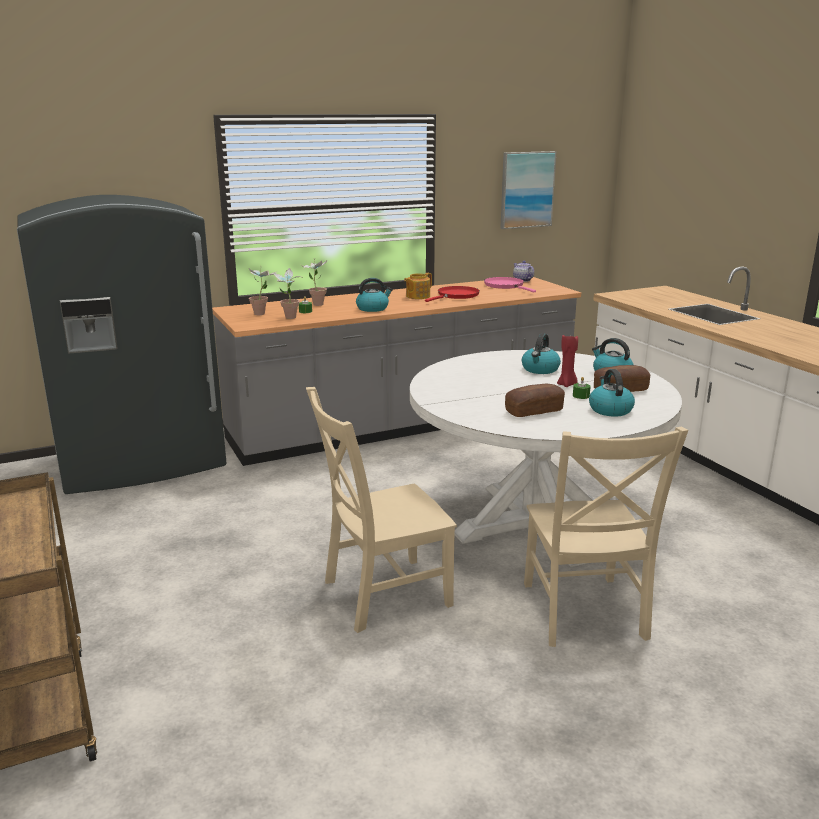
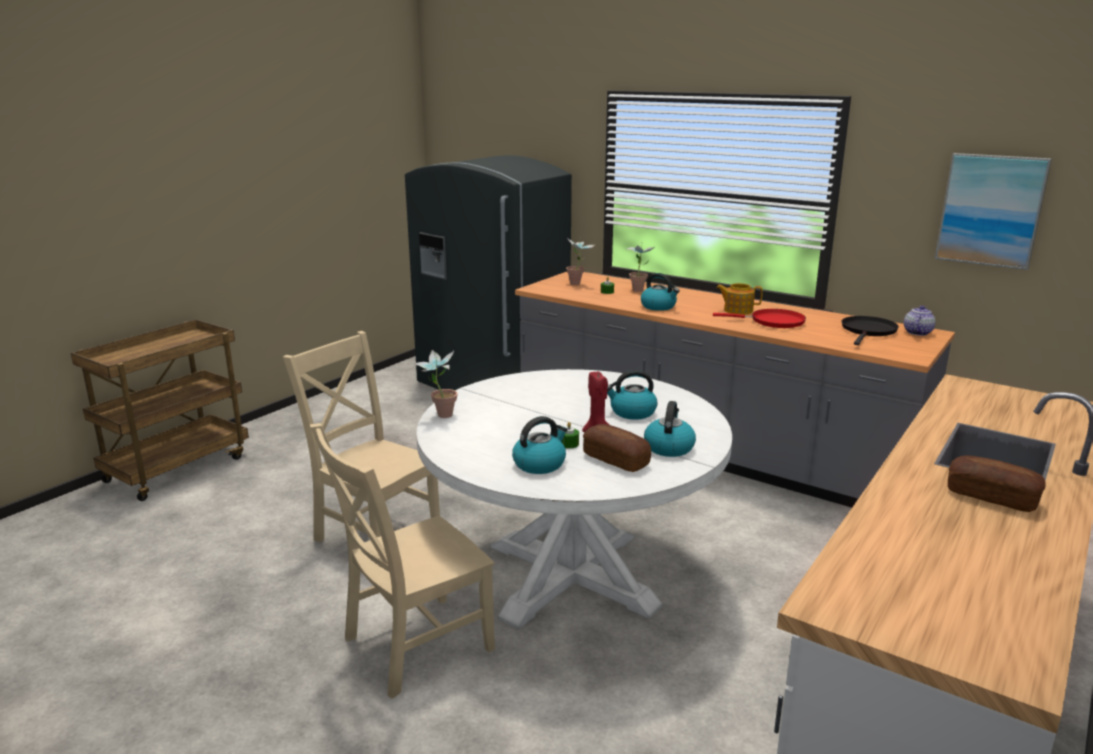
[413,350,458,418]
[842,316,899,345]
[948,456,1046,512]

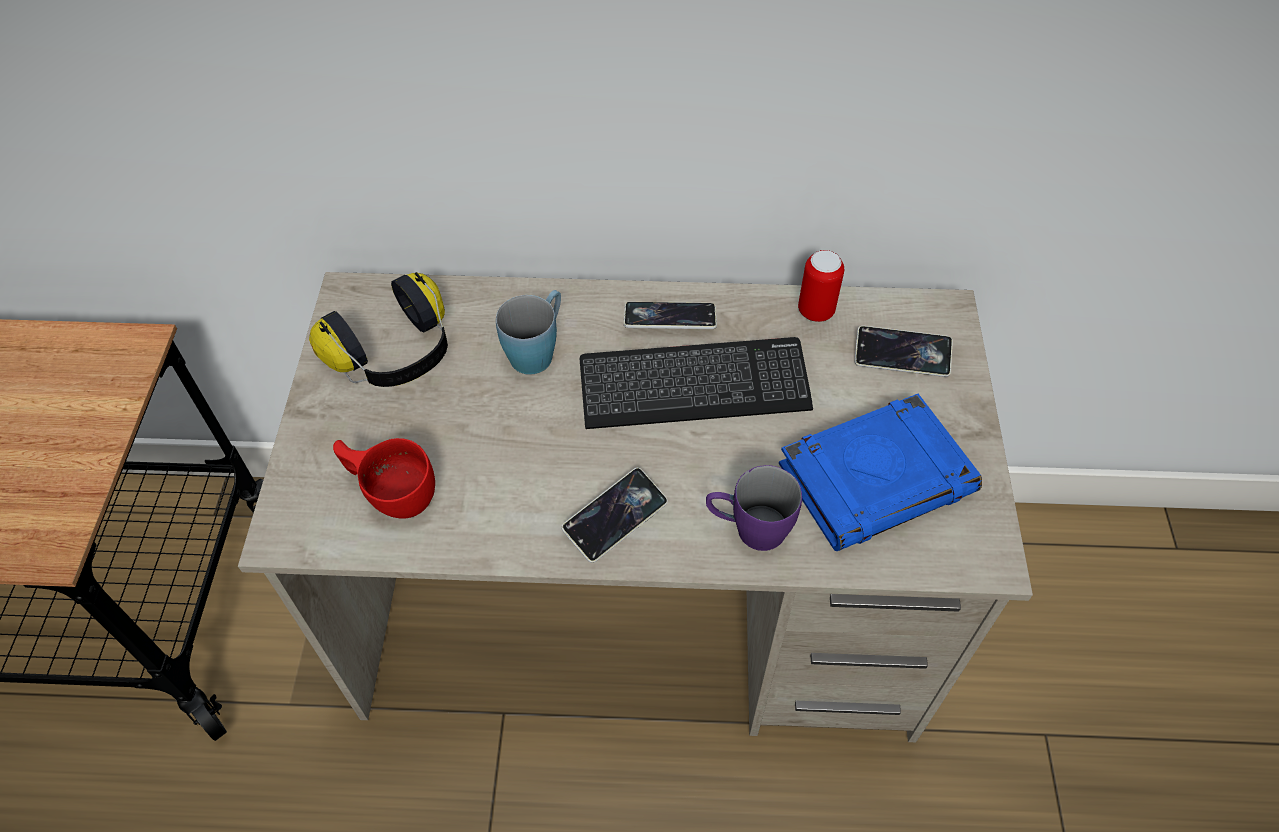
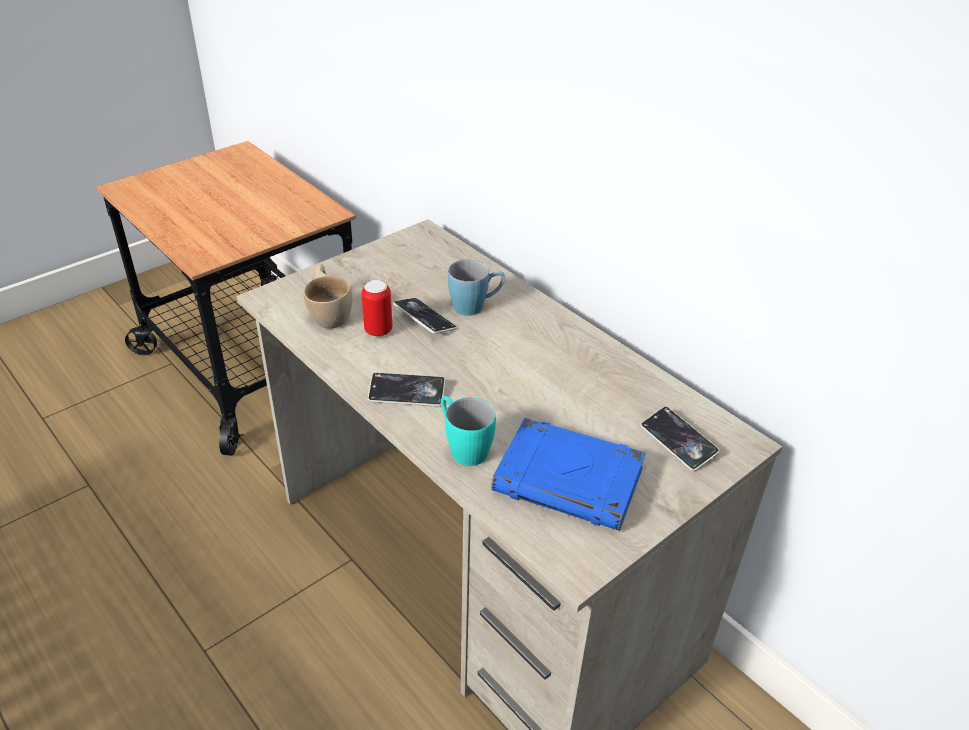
[303,264,352,329]
[362,280,392,337]
[393,298,457,334]
[441,396,496,466]
[309,272,448,387] (first image)
[579,337,813,429] (first image)

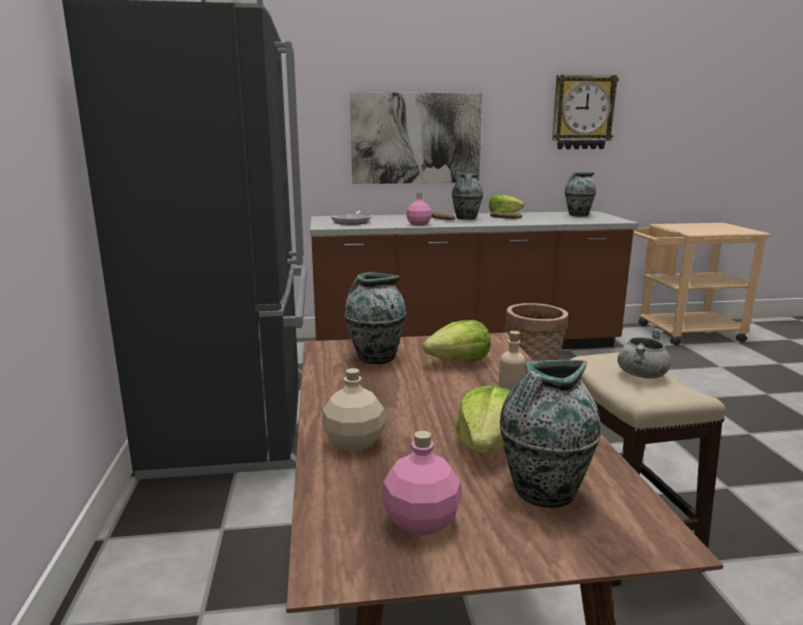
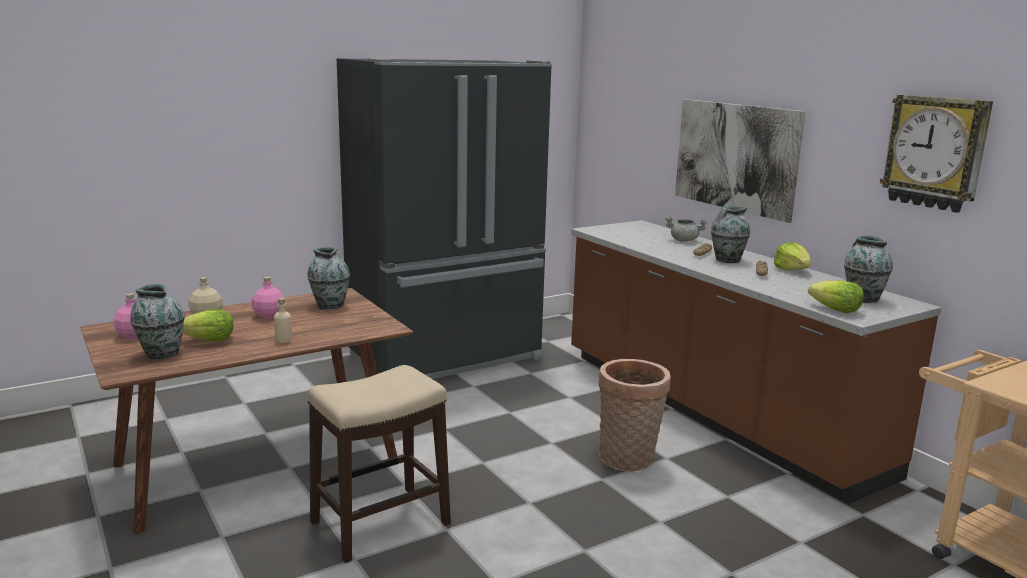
[252,277,286,319]
[665,216,708,242]
[808,280,864,313]
[331,211,372,225] (first image)

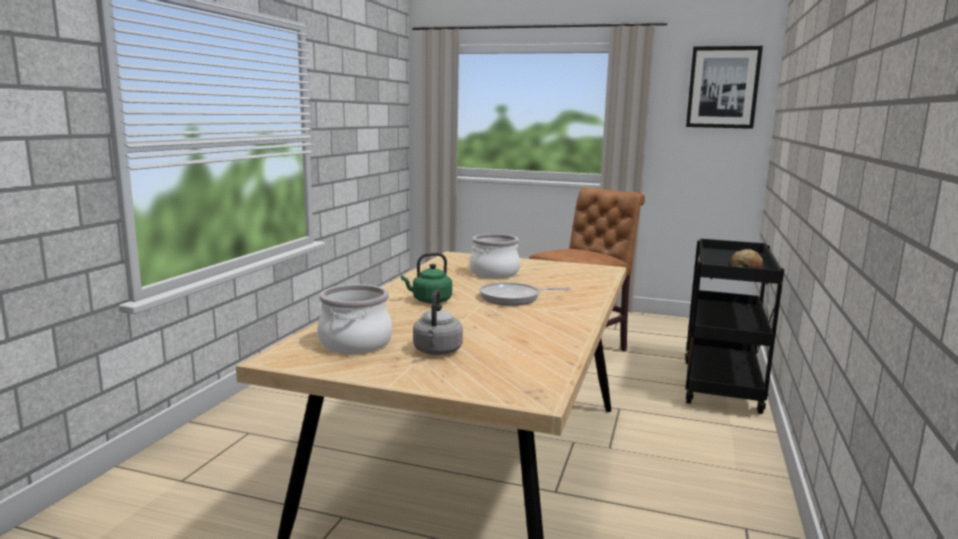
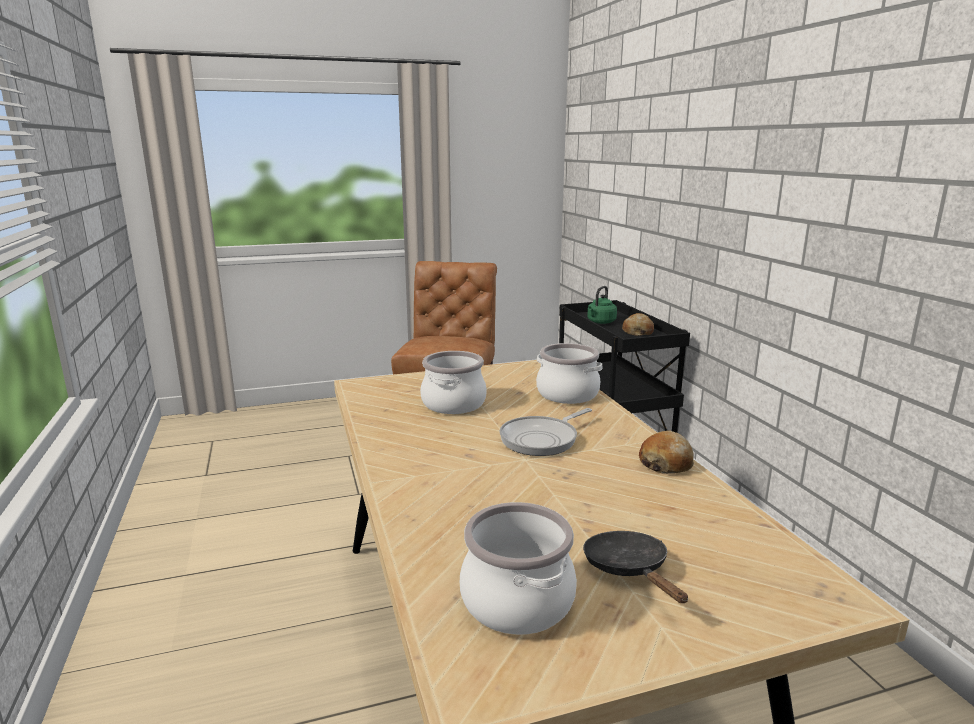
[536,343,602,404]
[583,531,688,603]
[587,286,617,324]
[639,431,694,474]
[686,46,763,129] (first image)

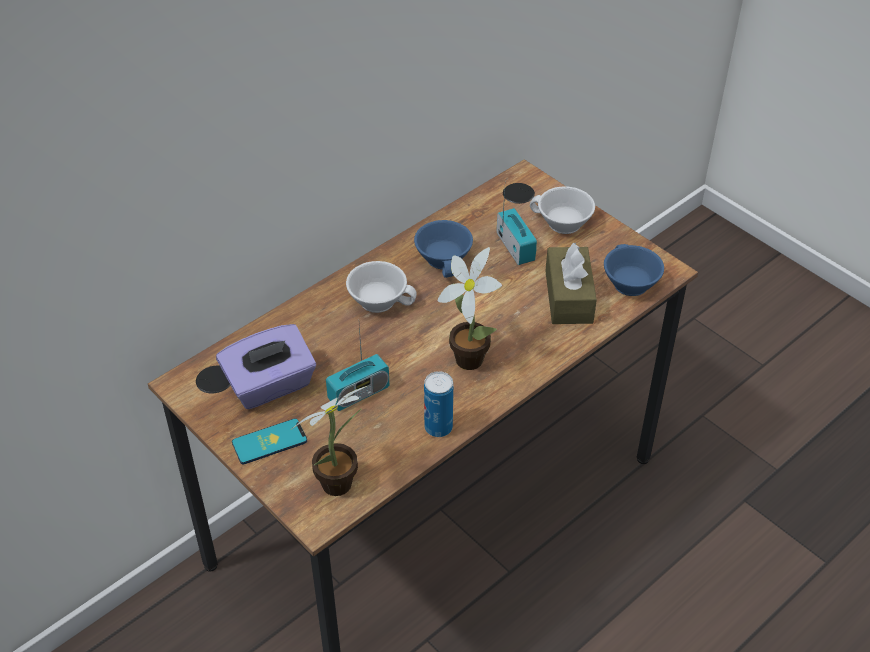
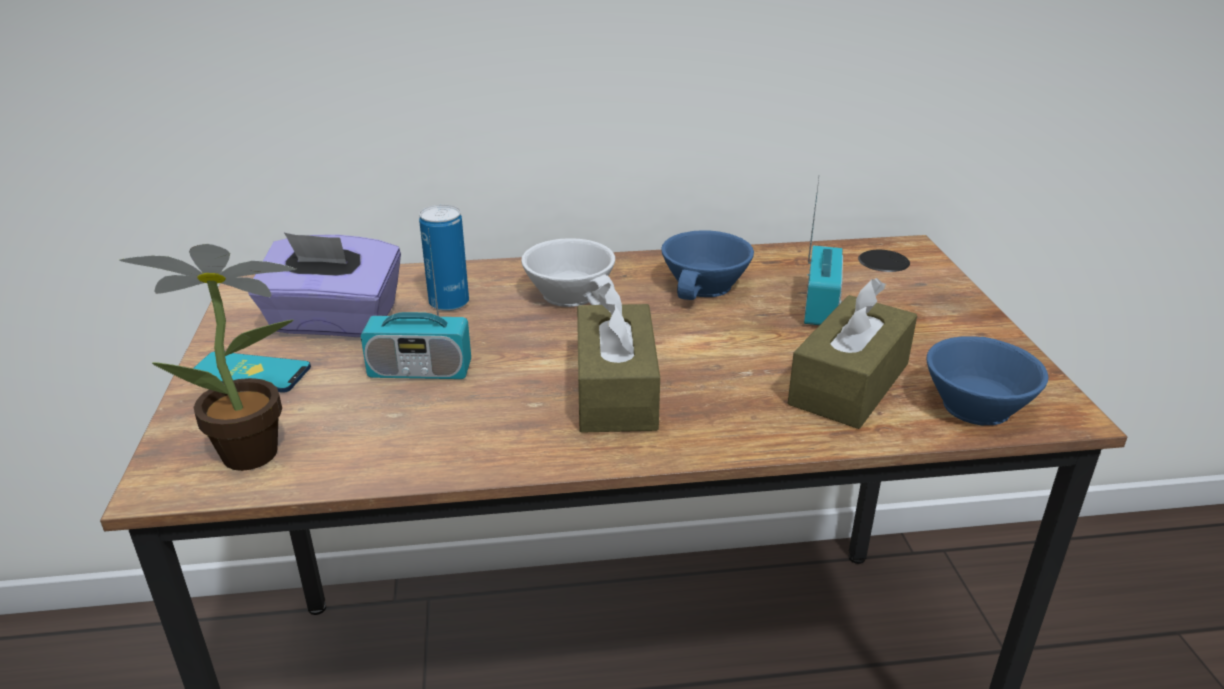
[419,205,469,311]
[577,283,660,433]
[530,186,595,234] (first image)

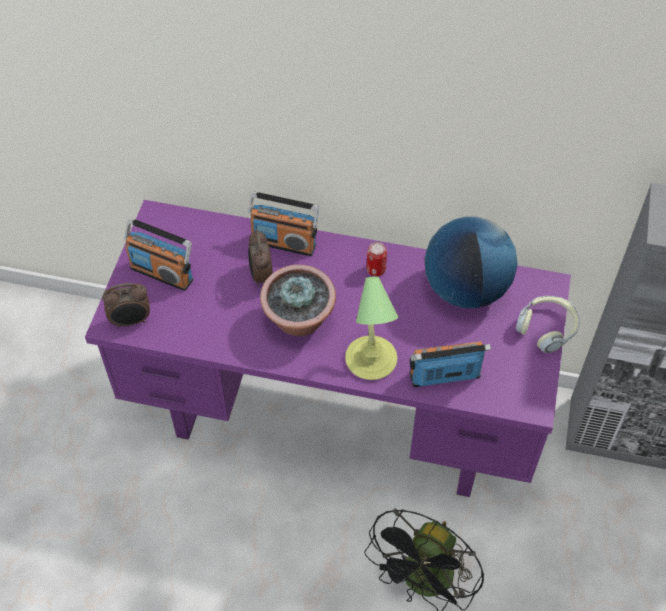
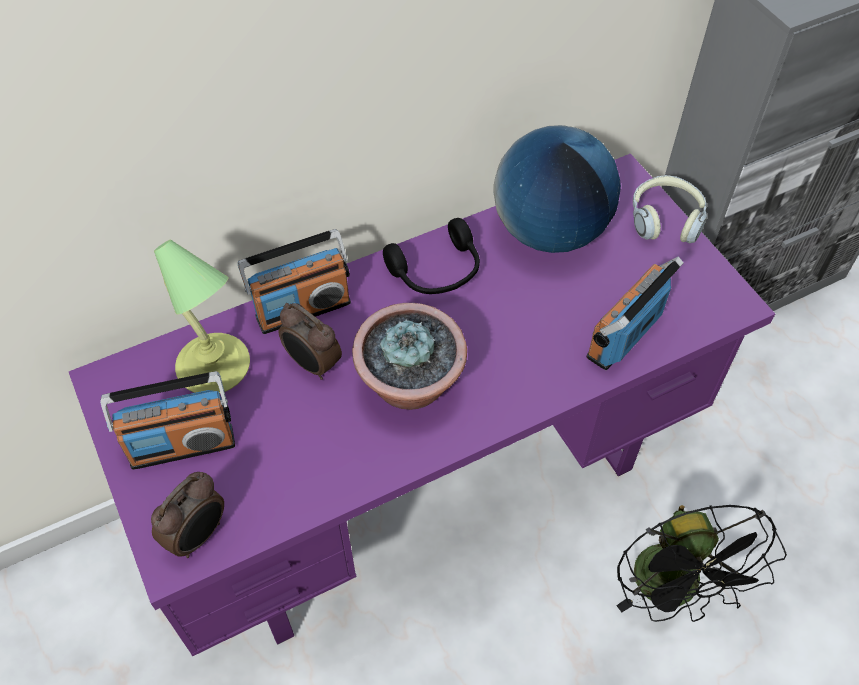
[154,239,250,393]
[383,218,480,294]

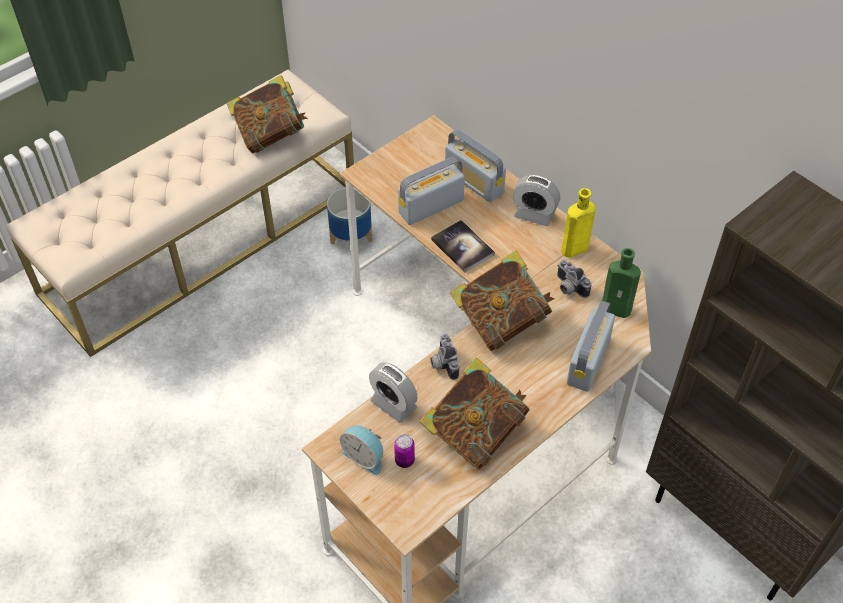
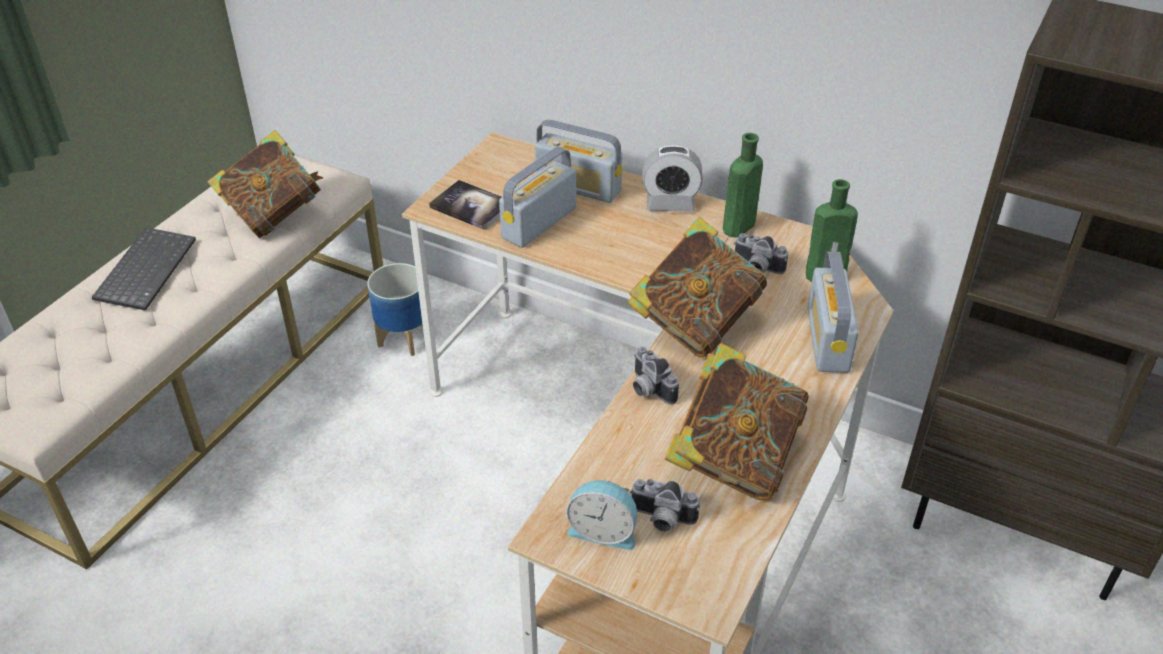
[92,227,196,311]
[429,180,502,230]
[630,479,700,532]
[723,133,763,237]
[369,362,417,423] (first image)

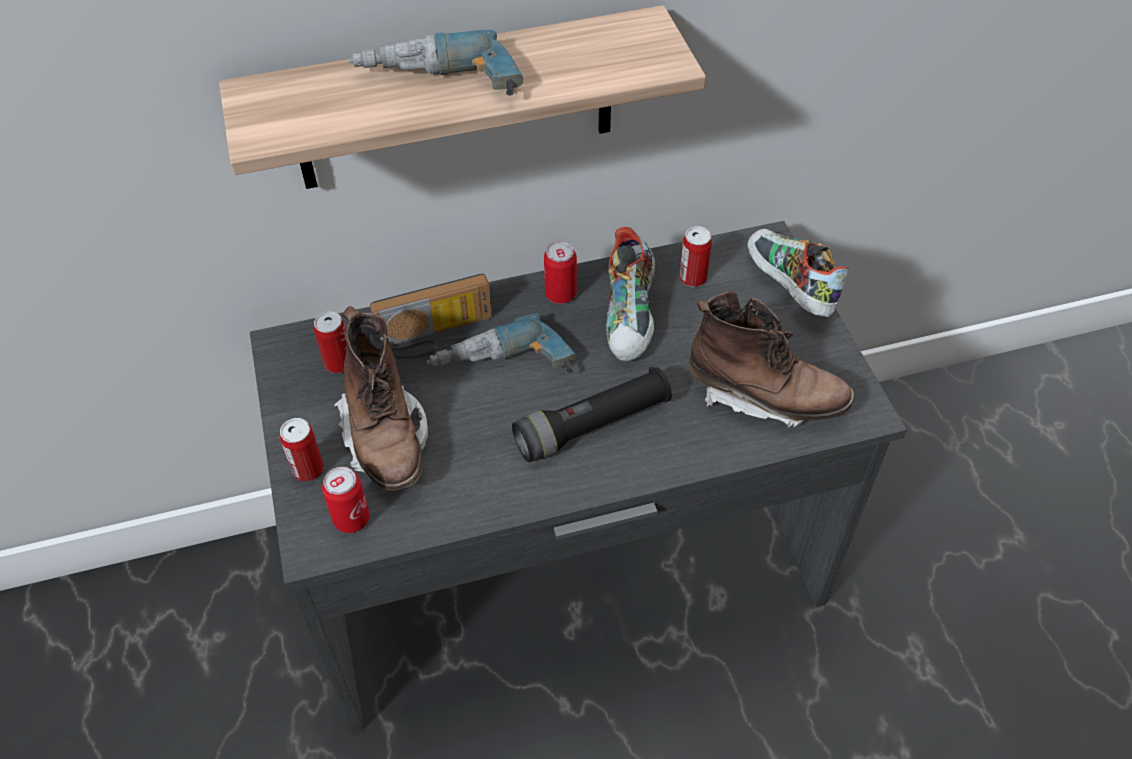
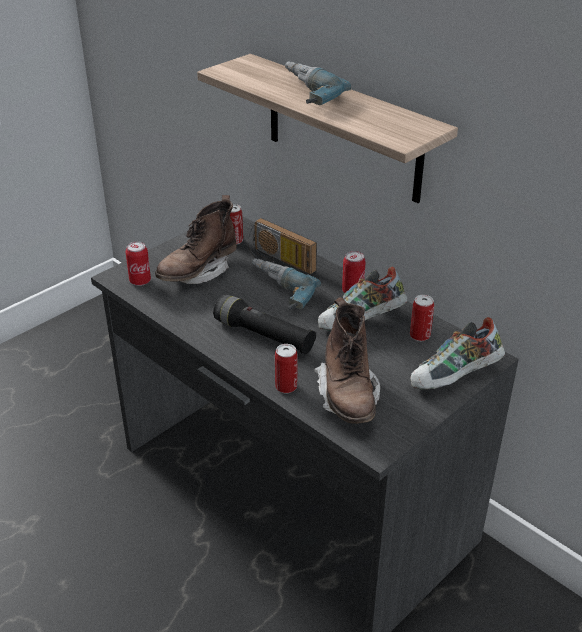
[275,344,298,393]
[411,317,505,389]

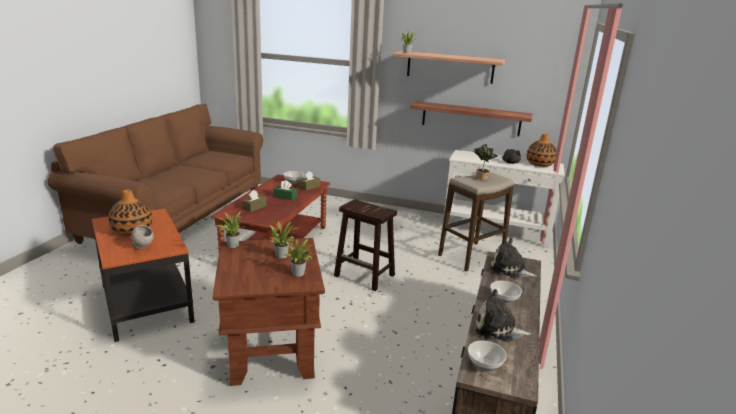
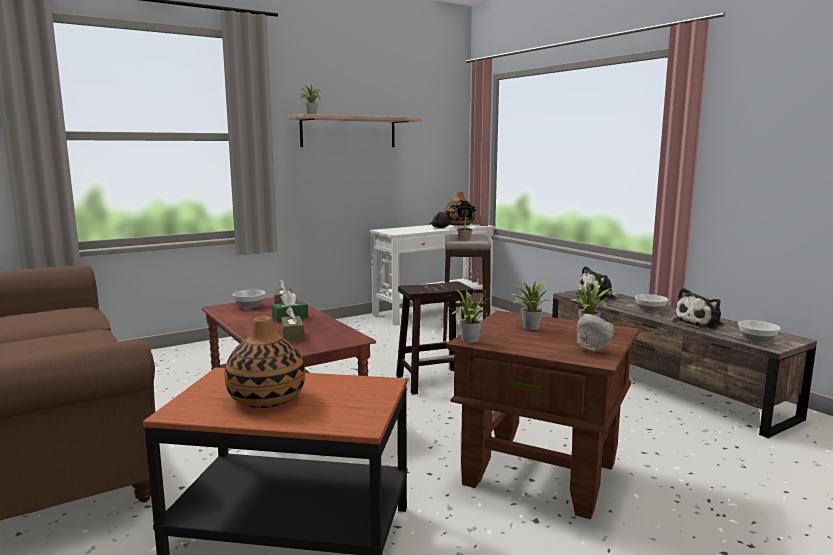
[577,314,614,351]
[410,101,533,136] (first image)

